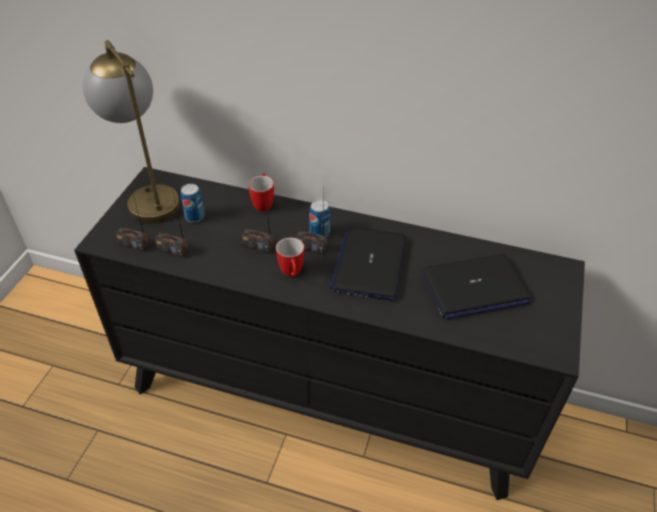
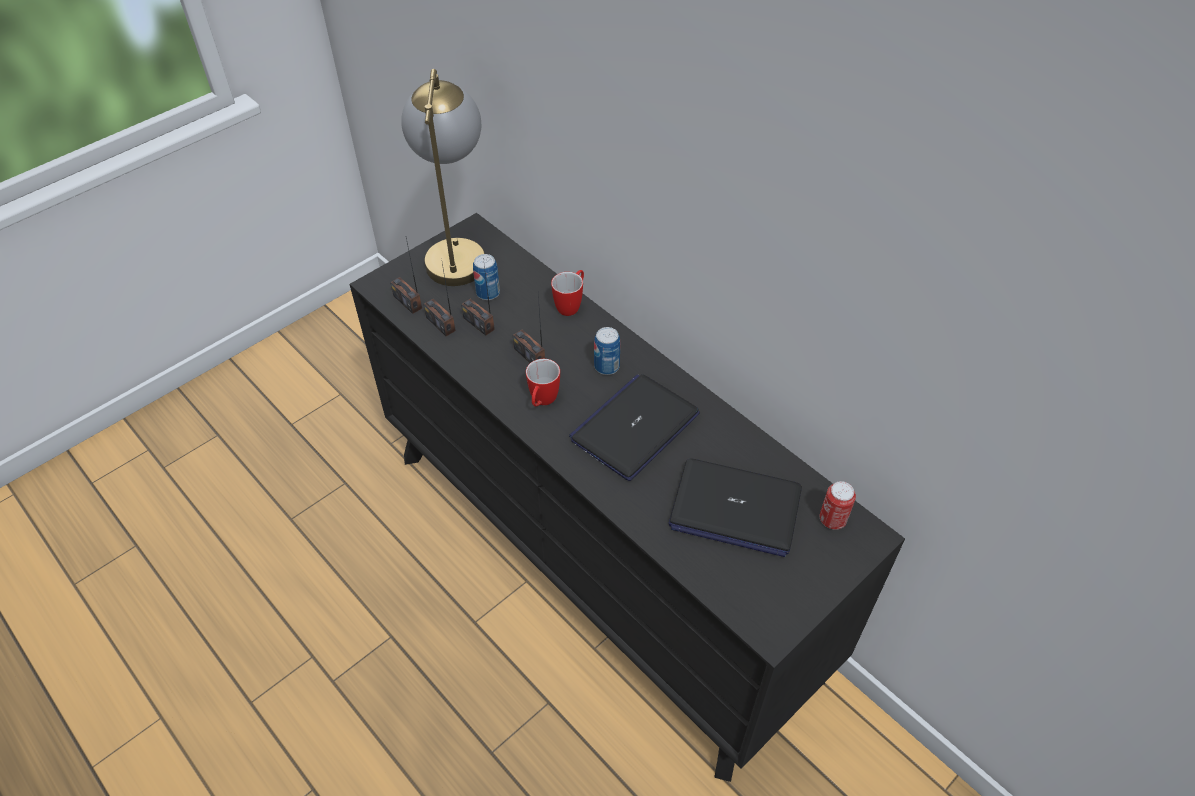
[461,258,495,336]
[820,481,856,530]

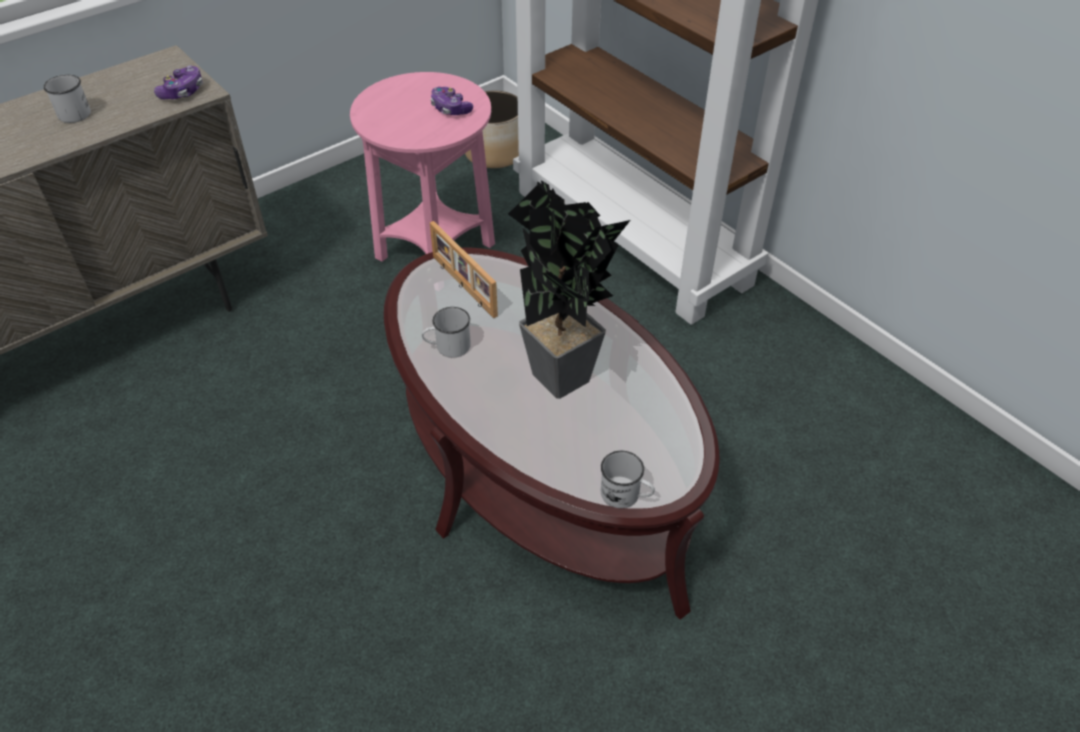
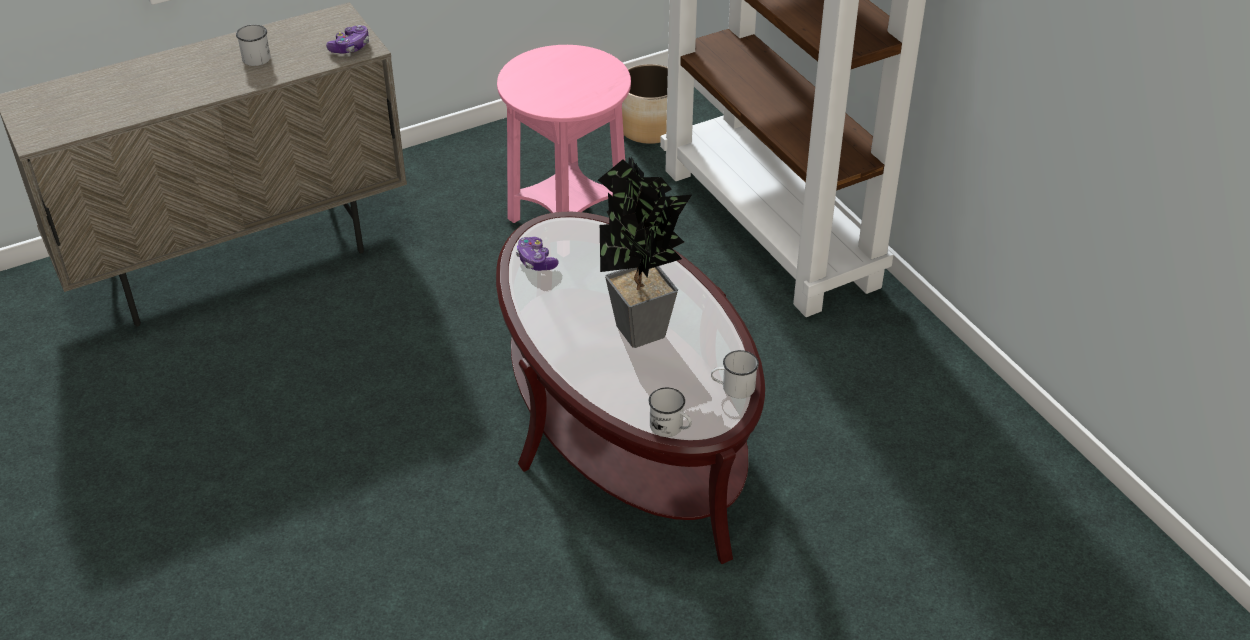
[516,237,559,271]
[711,350,759,399]
[430,221,498,318] (first image)

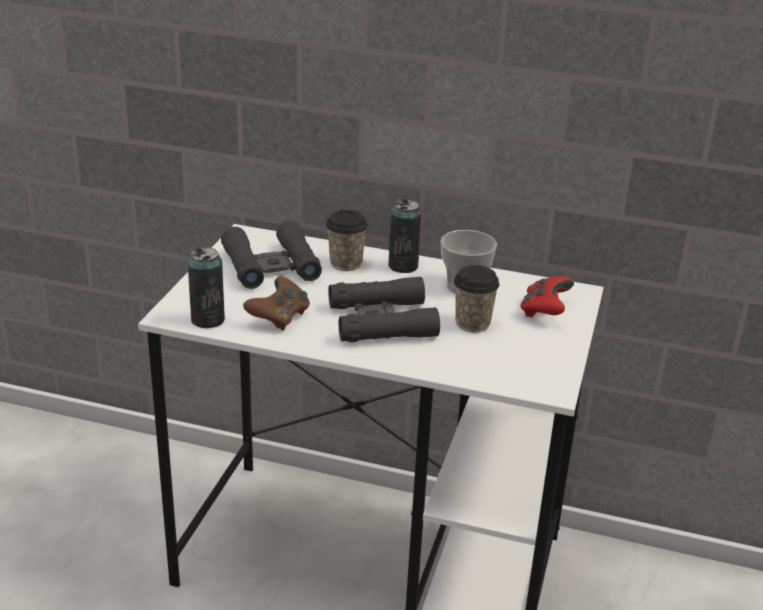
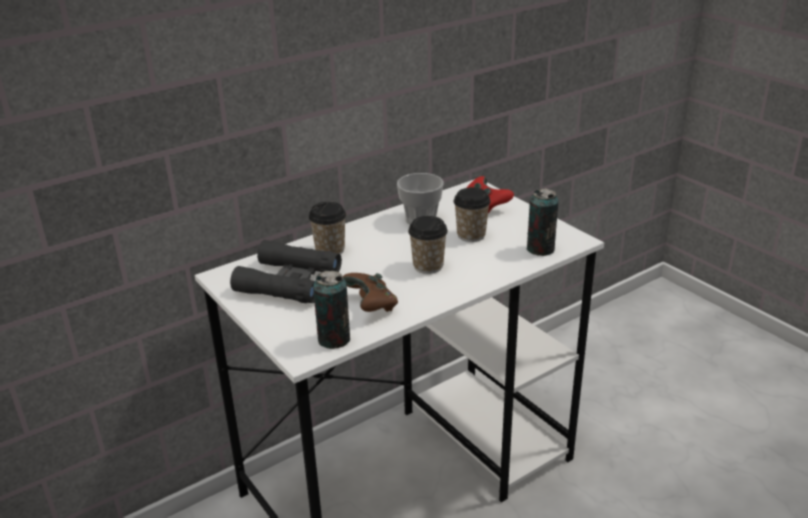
[408,216,448,274]
[527,188,558,256]

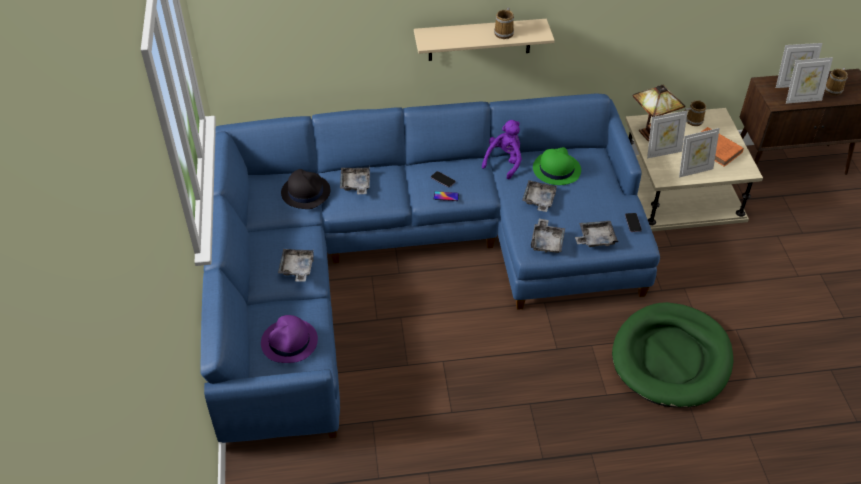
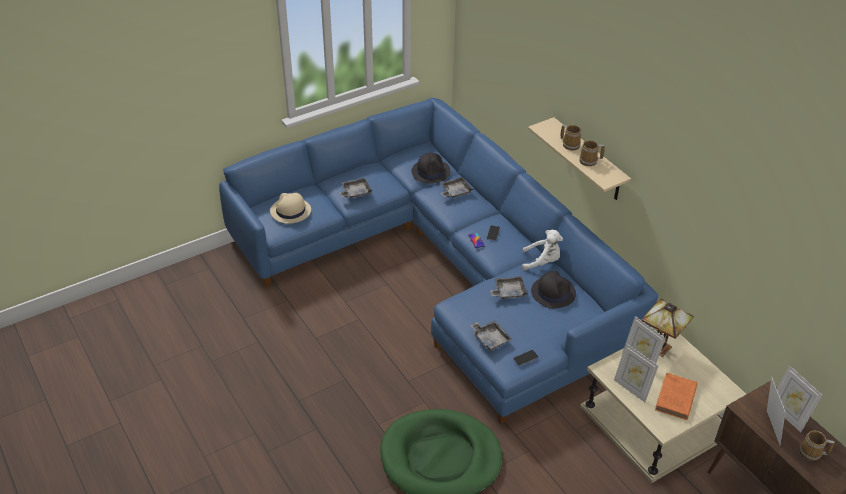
[270,193,311,224]
[522,230,563,270]
[531,271,576,309]
[561,125,581,151]
[767,377,785,445]
[531,219,565,253] (first image)

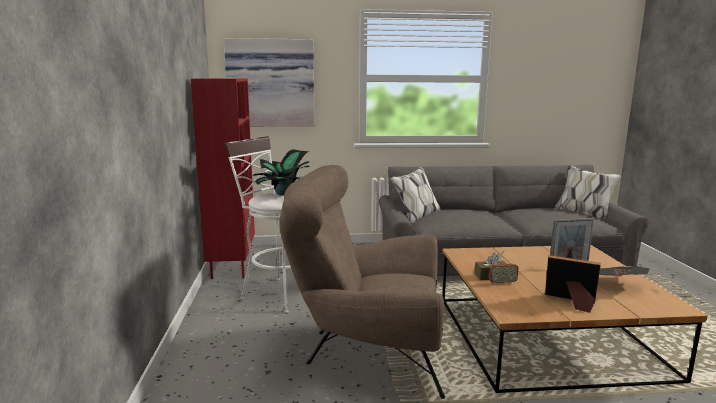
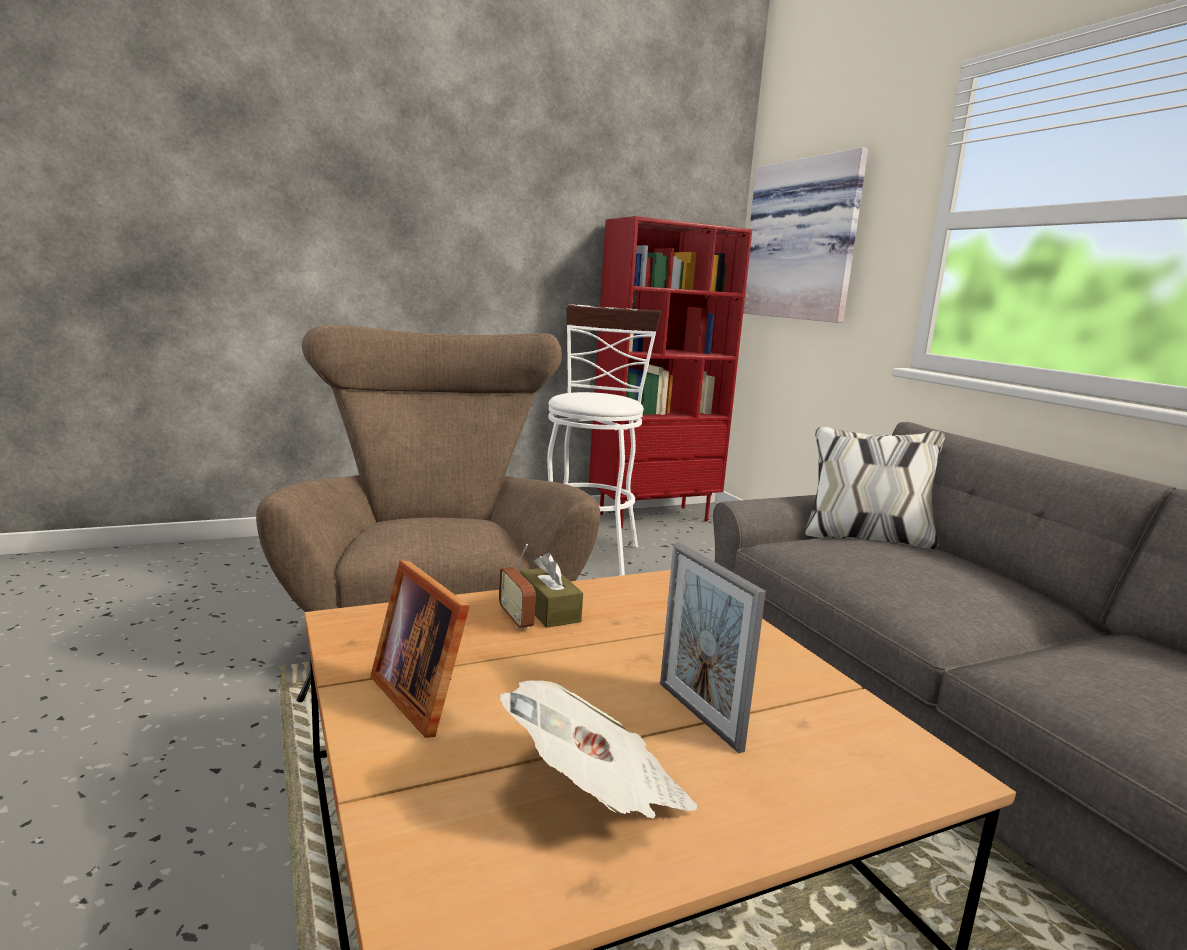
[370,560,470,738]
[253,149,309,196] (first image)

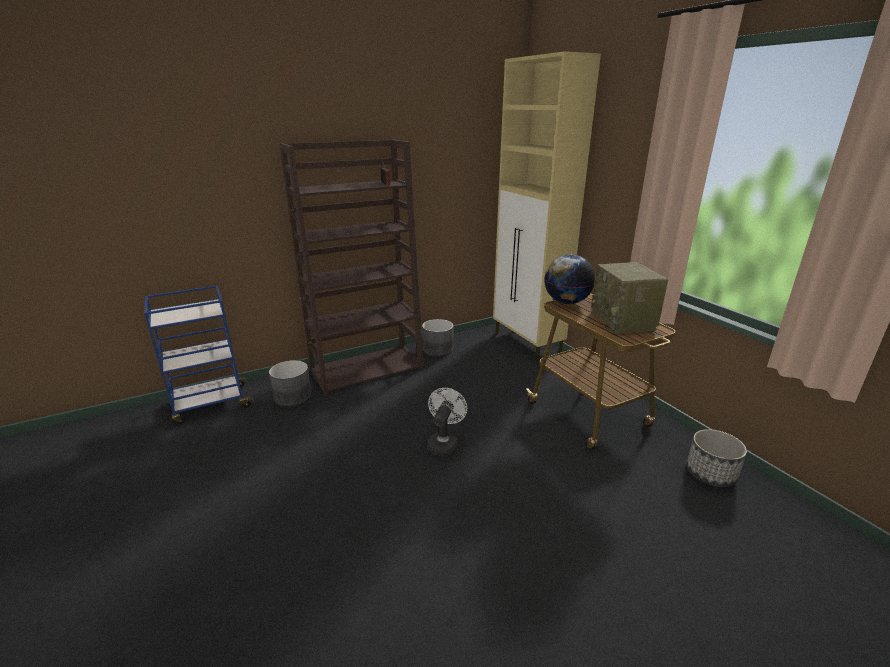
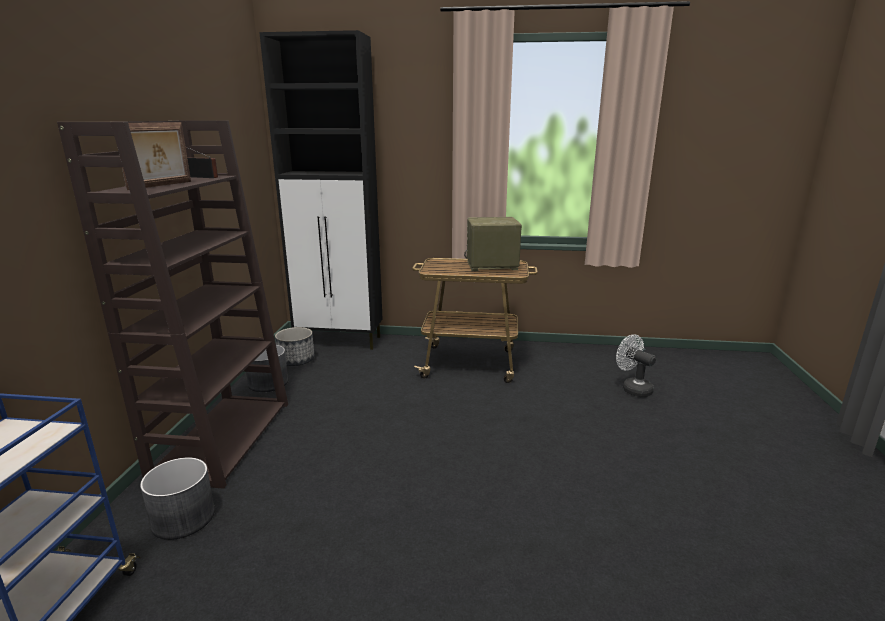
[122,122,191,190]
[259,30,383,350]
[275,327,315,366]
[464,217,522,271]
[616,334,656,397]
[544,255,595,304] (first image)

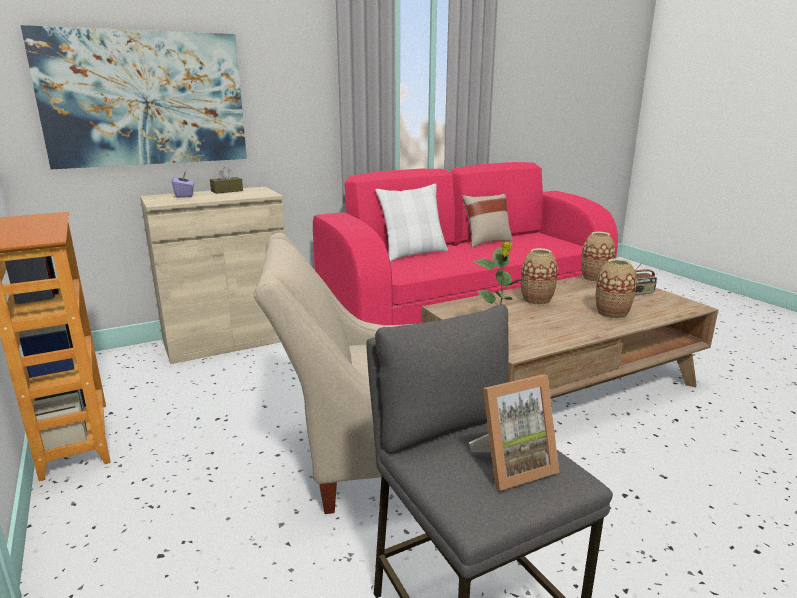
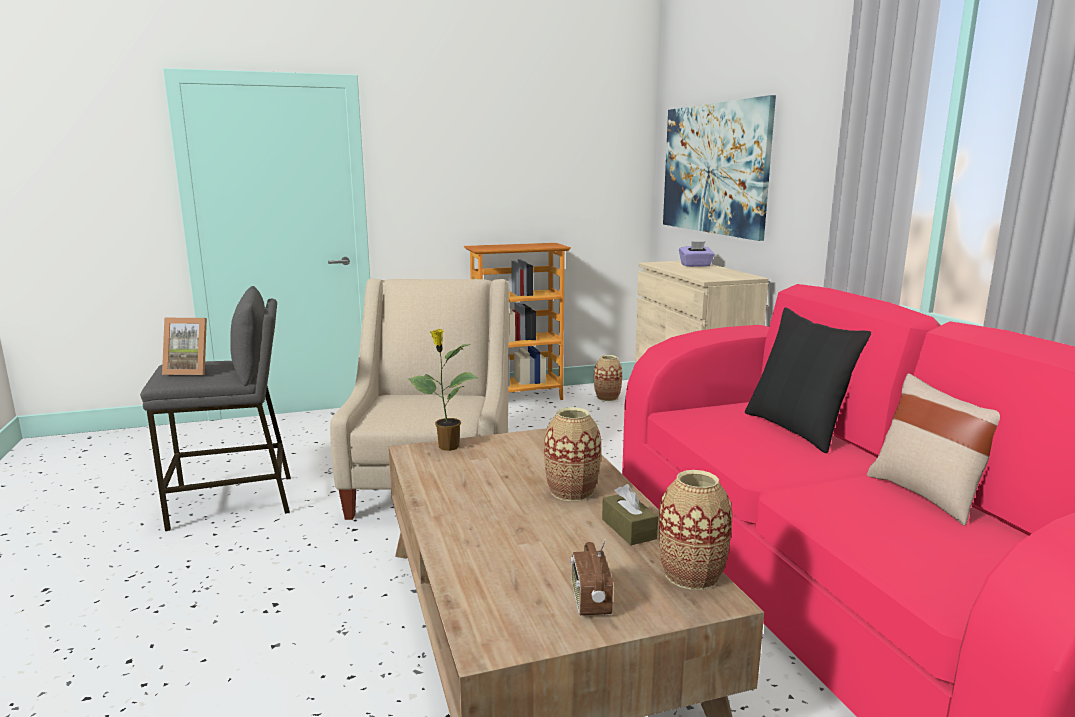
[162,318,207,375]
[594,355,622,401]
[602,484,658,545]
[745,307,871,453]

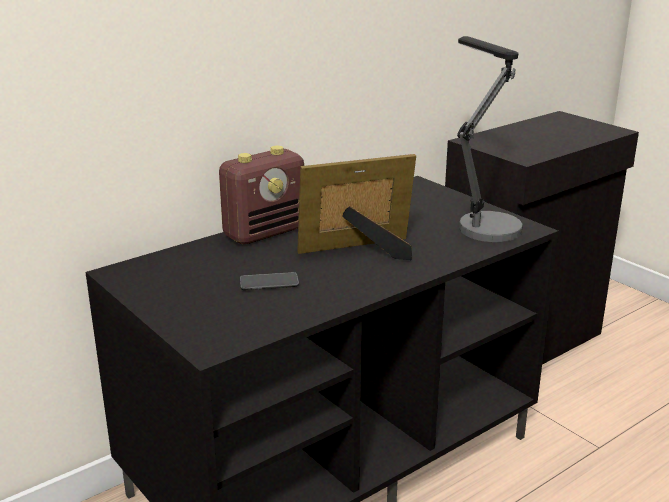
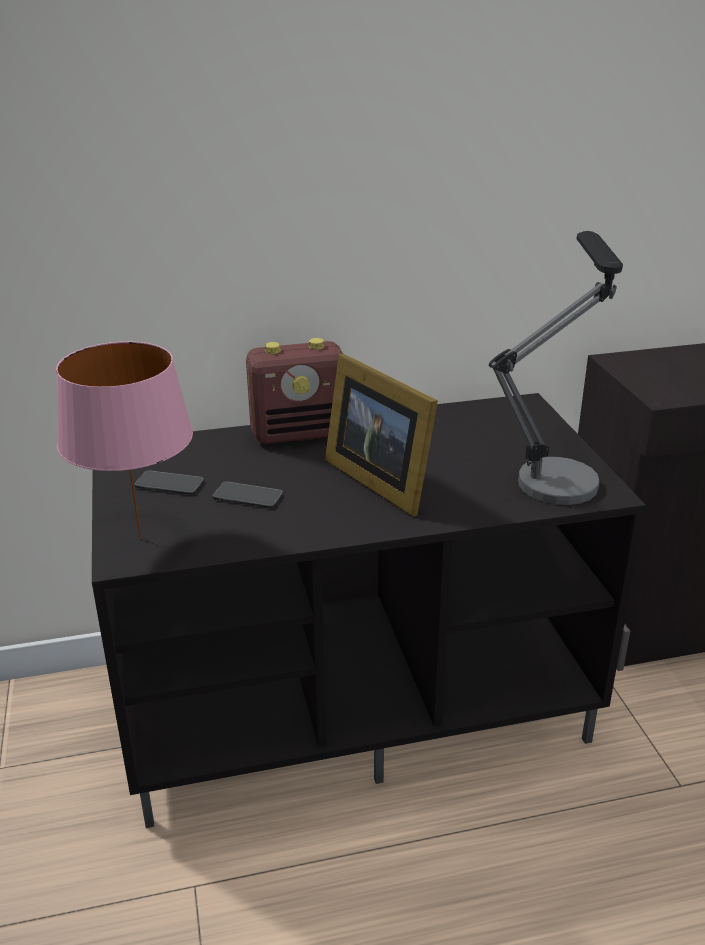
[56,341,193,538]
[134,470,204,494]
[325,354,438,516]

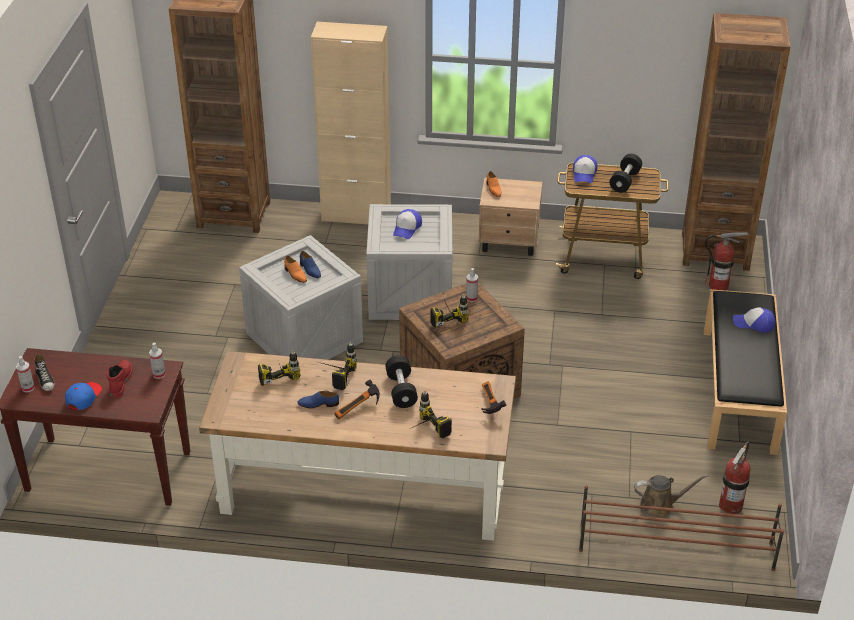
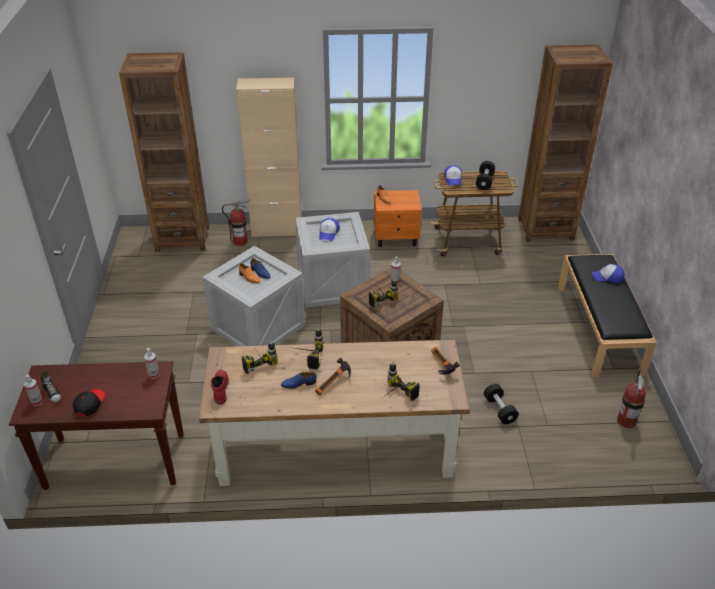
[73,389,105,416]
[211,370,229,405]
[222,200,250,246]
[374,190,422,247]
[484,384,519,424]
[579,485,784,571] (first image)
[634,474,708,518] (first image)

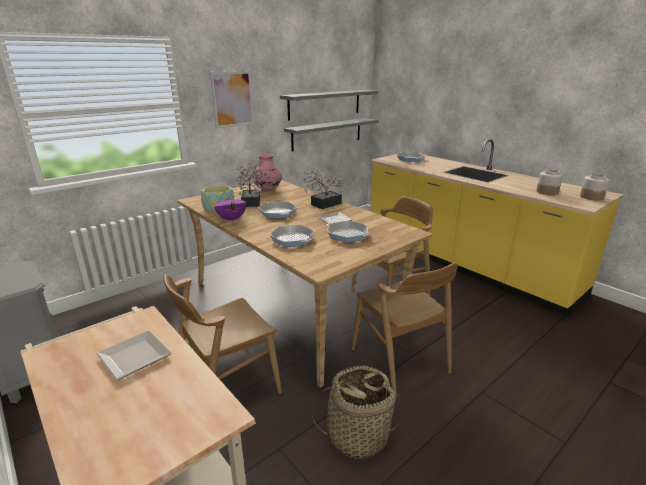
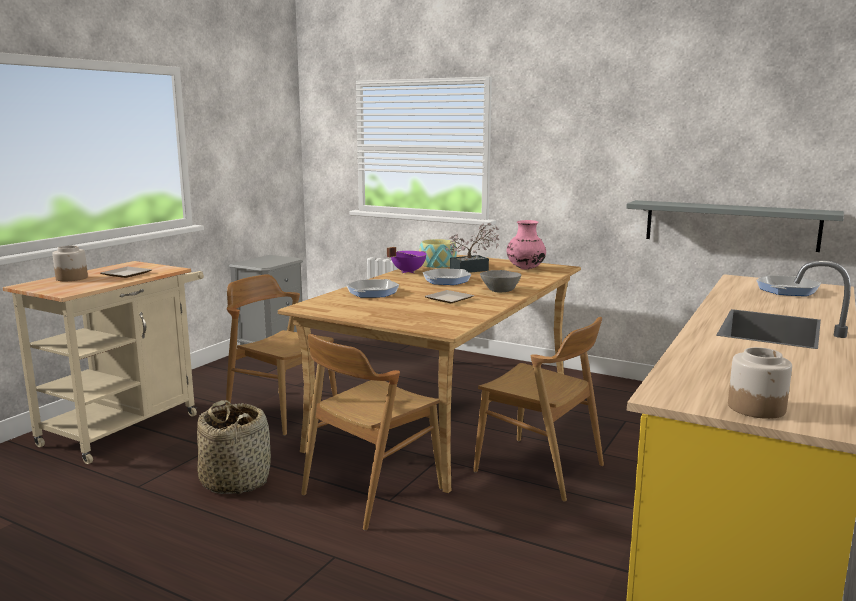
[52,246,88,281]
[480,270,521,293]
[210,71,254,129] (first image)
[280,90,378,121] (first image)
[326,221,370,243] (first image)

